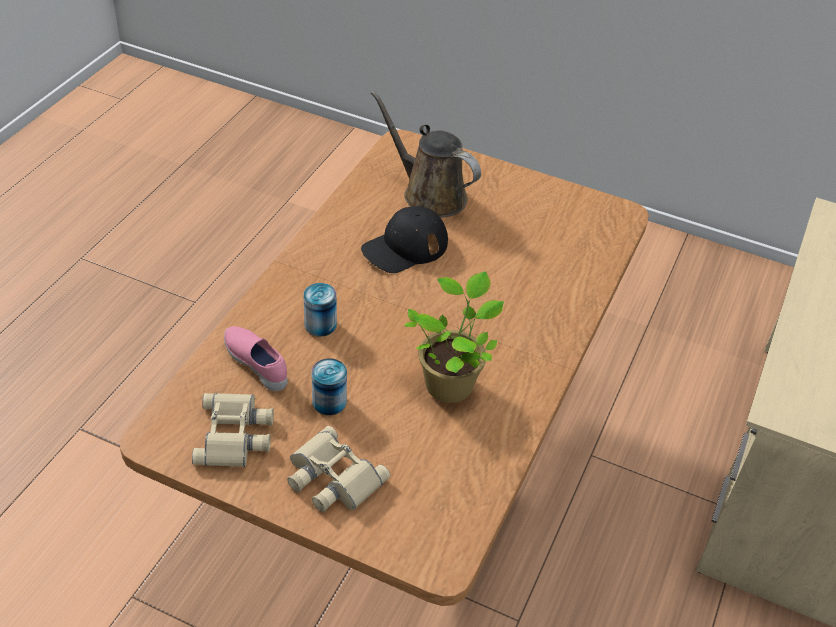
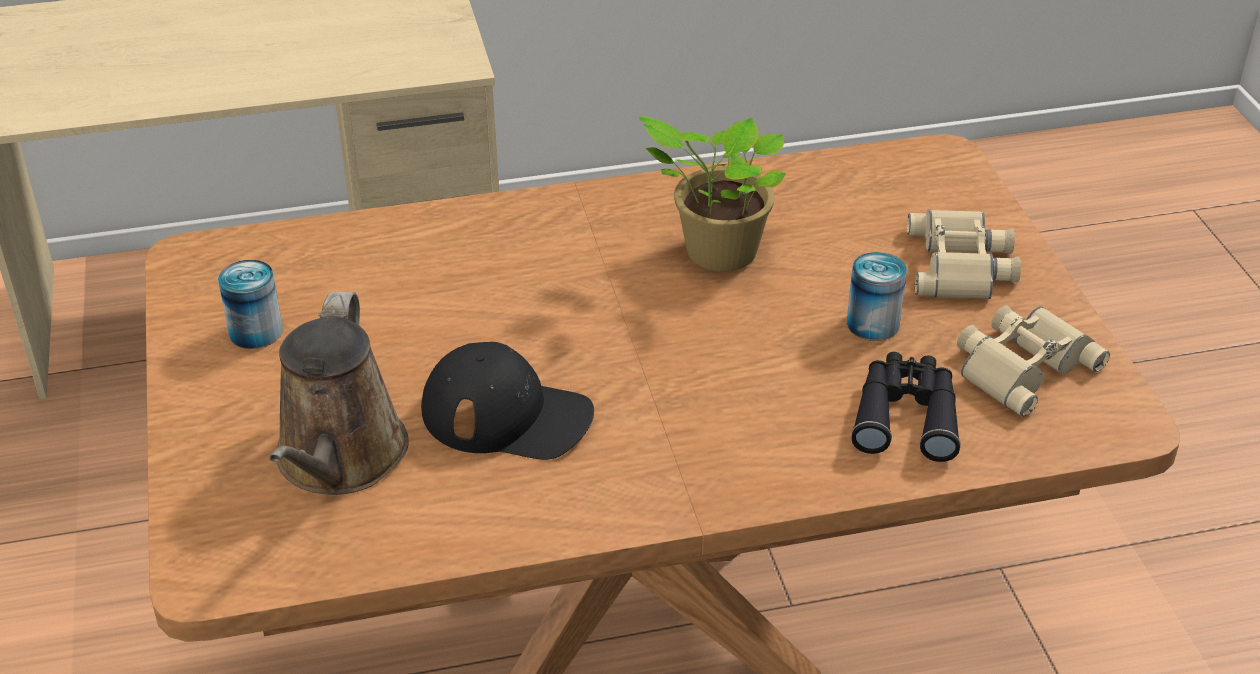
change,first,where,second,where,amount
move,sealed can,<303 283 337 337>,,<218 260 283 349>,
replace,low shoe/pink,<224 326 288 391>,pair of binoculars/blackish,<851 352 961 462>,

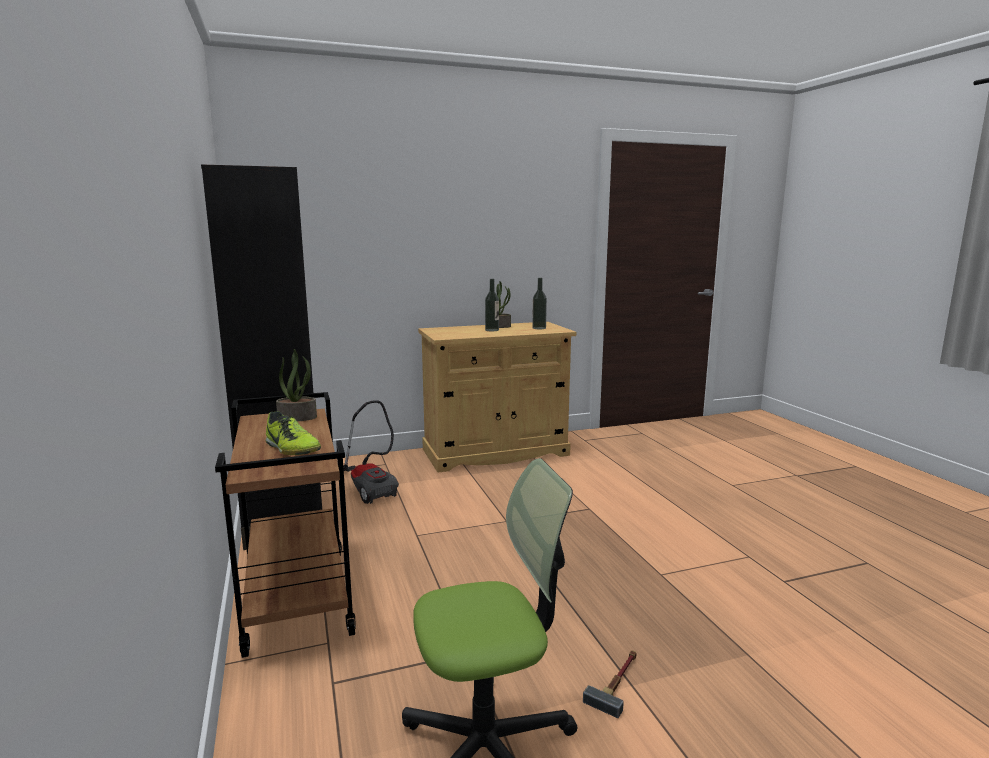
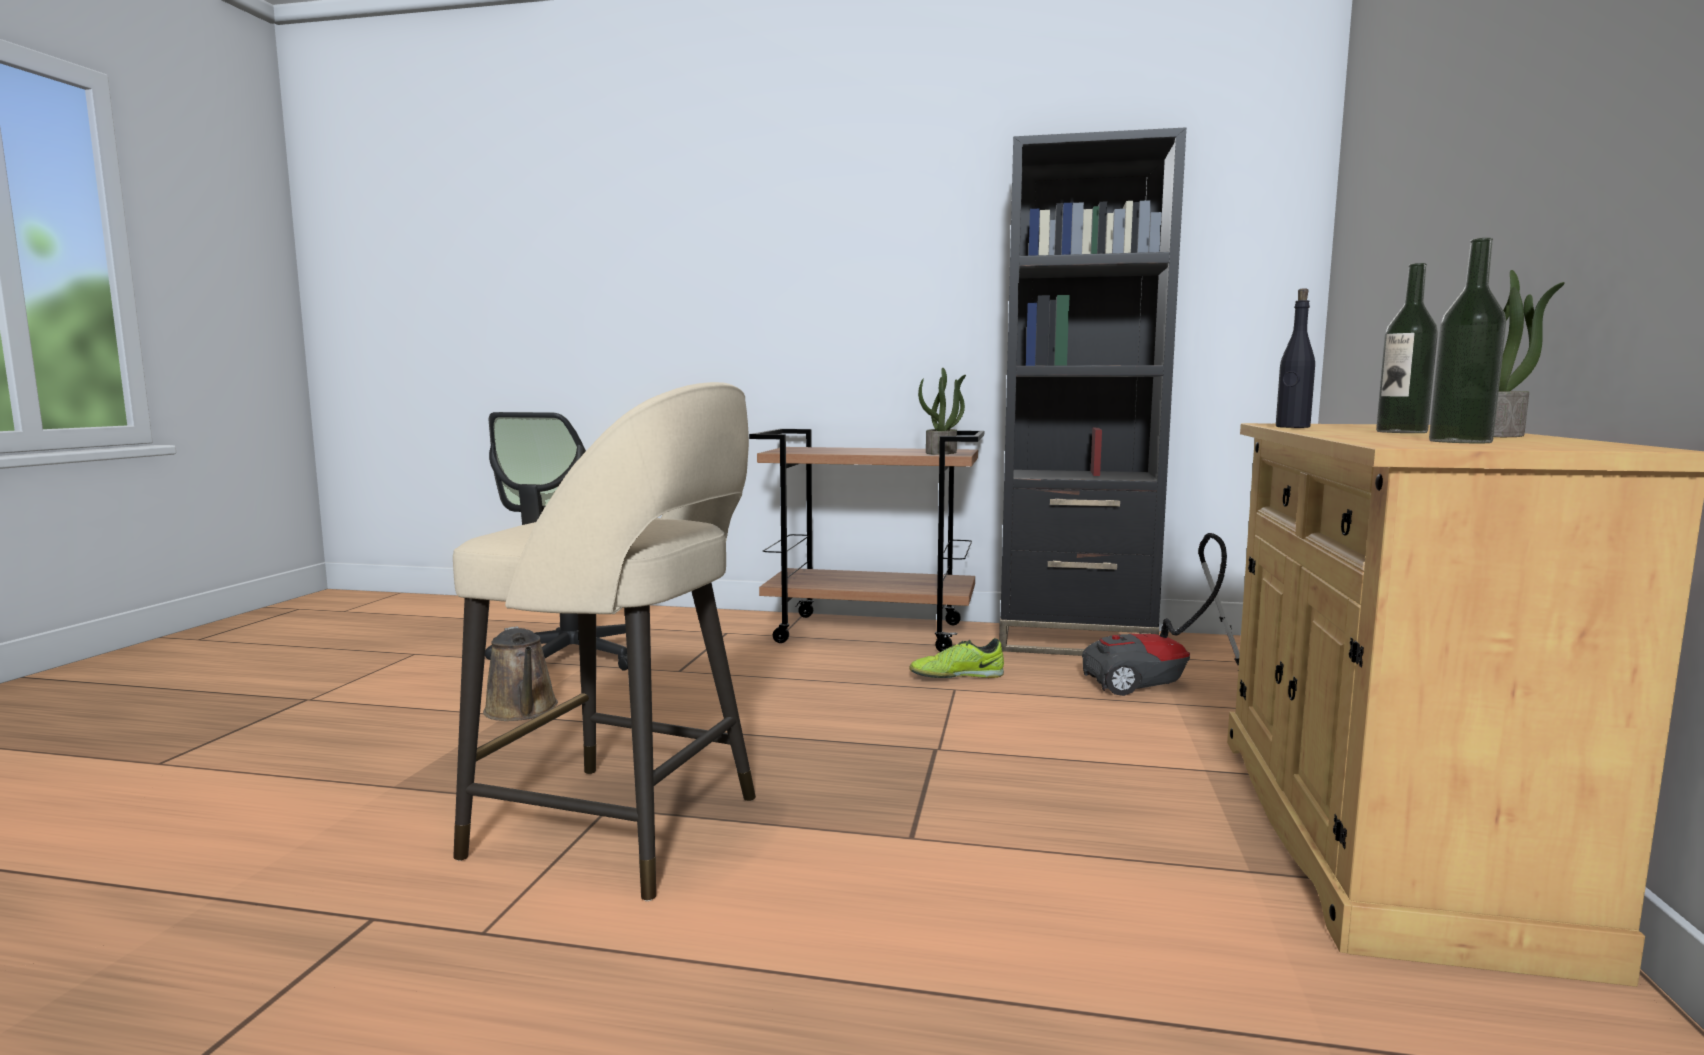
change,first,where,second,where,amount
insert,,,stool/beige-coloured,<453 382 756 902>,
insert,,,beverage bottle/blackish,<1276 288 1315 428>,
move,low shoe,<266 411 321 455>,,<909 638 1004 678>,
replace,hammer,<583 650 637 718>,watering can/brownish,<483 626 558 721>,

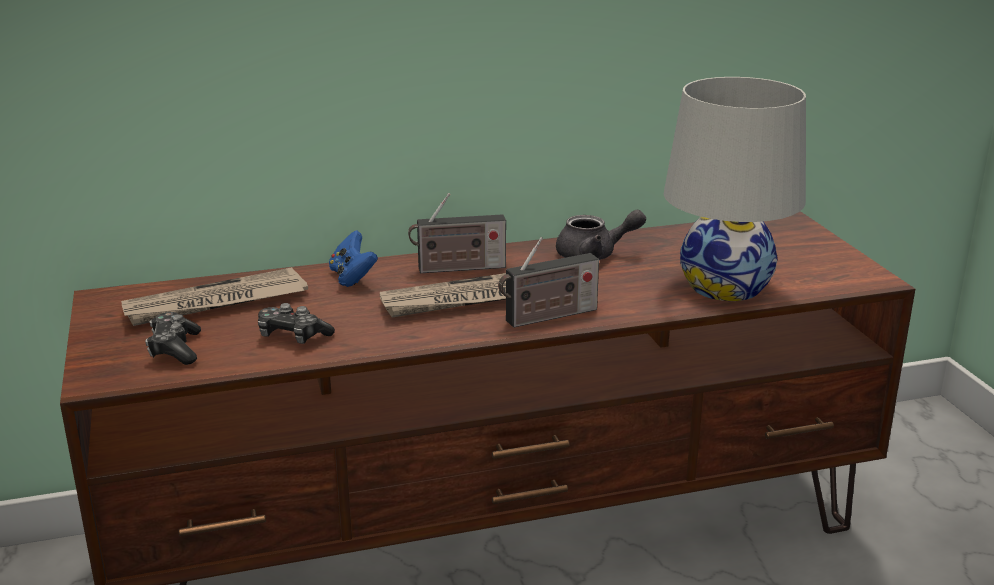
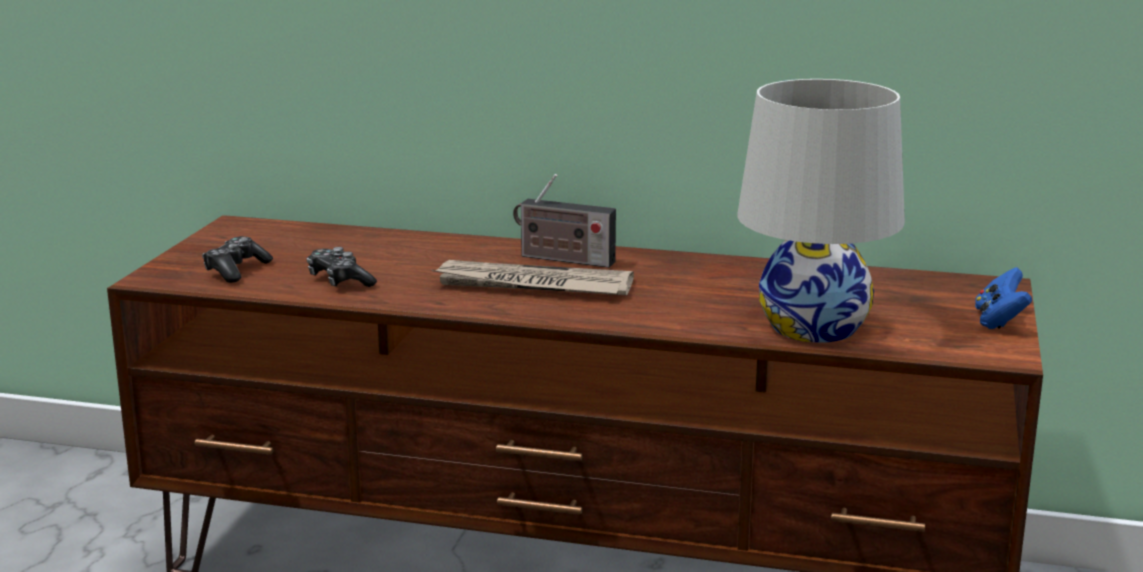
change,first,where,second,where,amount
delete,printed paper,<121 267 308 326>,,,
delete,radio set,<498 237 599 328>,,,
delete,tea pot/gray,<556 210 646 260>,,,
move,gamepad/bluish,<329 230 378 287>,,<975 268 1032 329>,

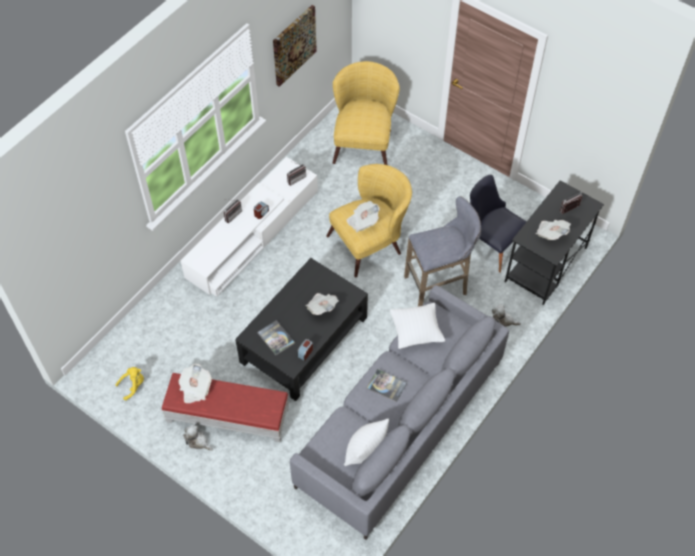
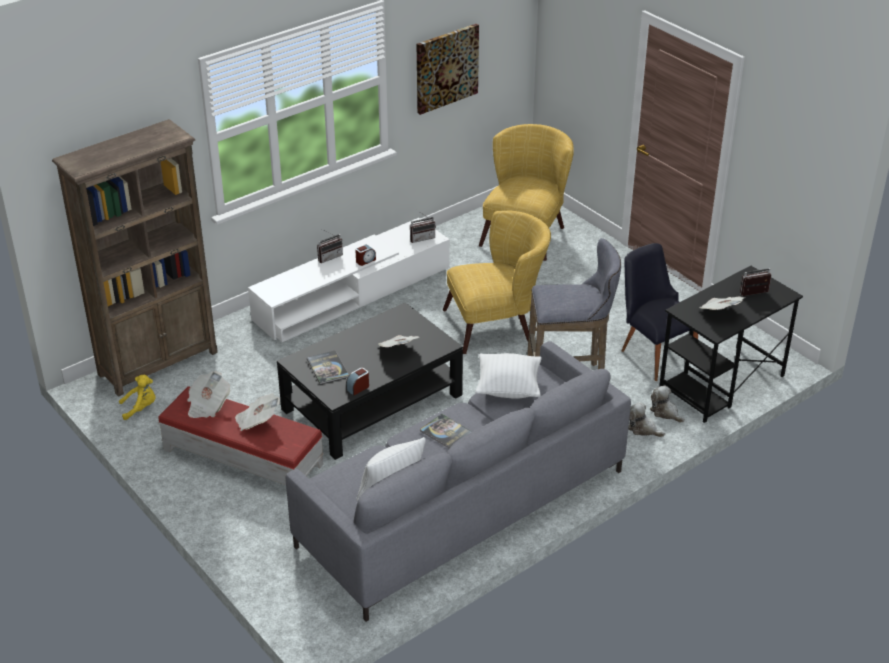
change,first,where,second,where,amount
insert,,,bookcase/brownish,<52 119 218 397>,
move,cuddly toy,<183 424 213 451>,,<650 385 685 423>,
move,printed paper,<346 201 380 232>,,<235 393 280 431>,

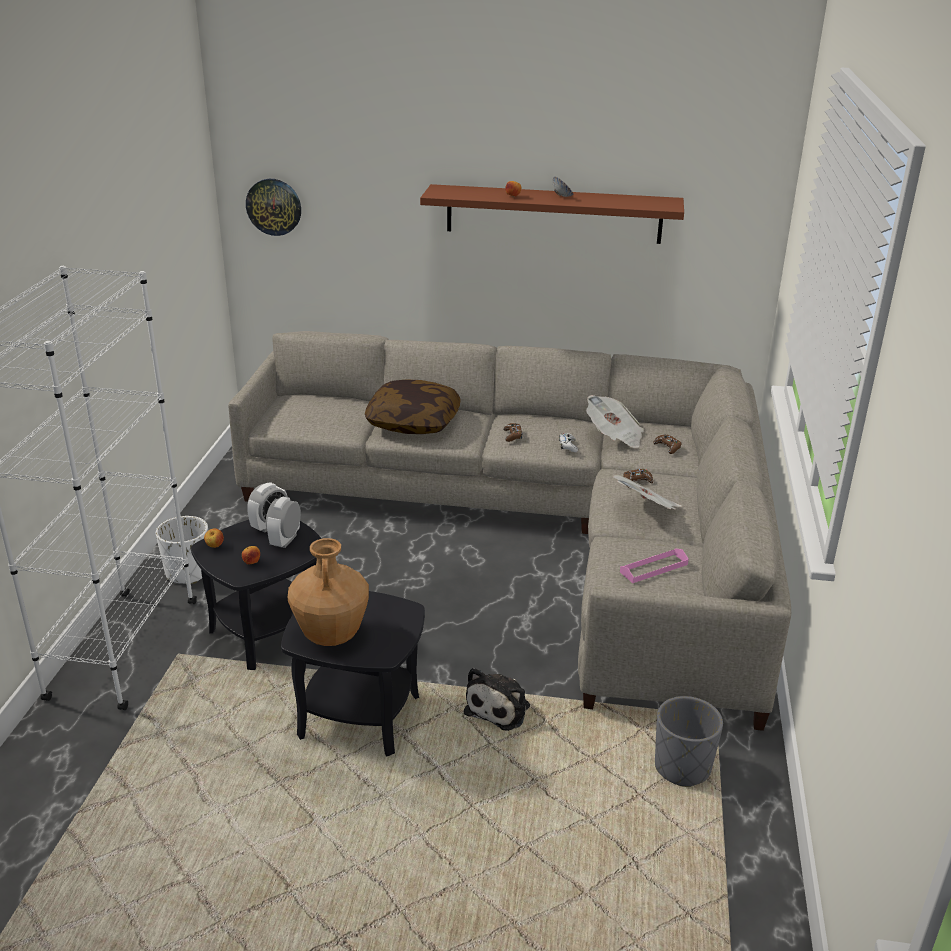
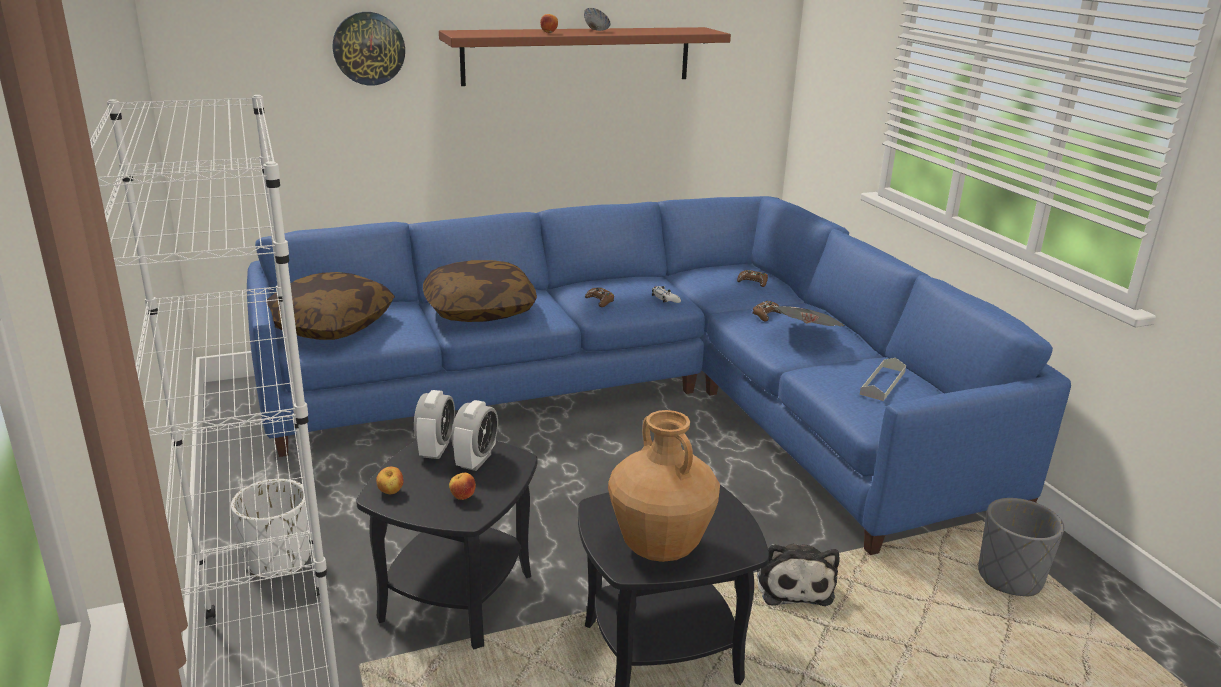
change,first,where,second,where,amount
delete,printed paper,<586 395 644 448>,,,
insert,,,pillow,<267 272 395 340>,
move,clock on the wall,<246 179 301 236>,,<333 12 405 86>,
recolor,settee/gray,<228 331 791 731>,settee/bluish,<247 196 1071 555>,
recolor,tray/pink,<620 548 689 583>,tray/gray,<860 358 906 401>,
rotate,table clock,<266 497 301 548>,,<451 400 498 471>,150 degrees counterclockwise

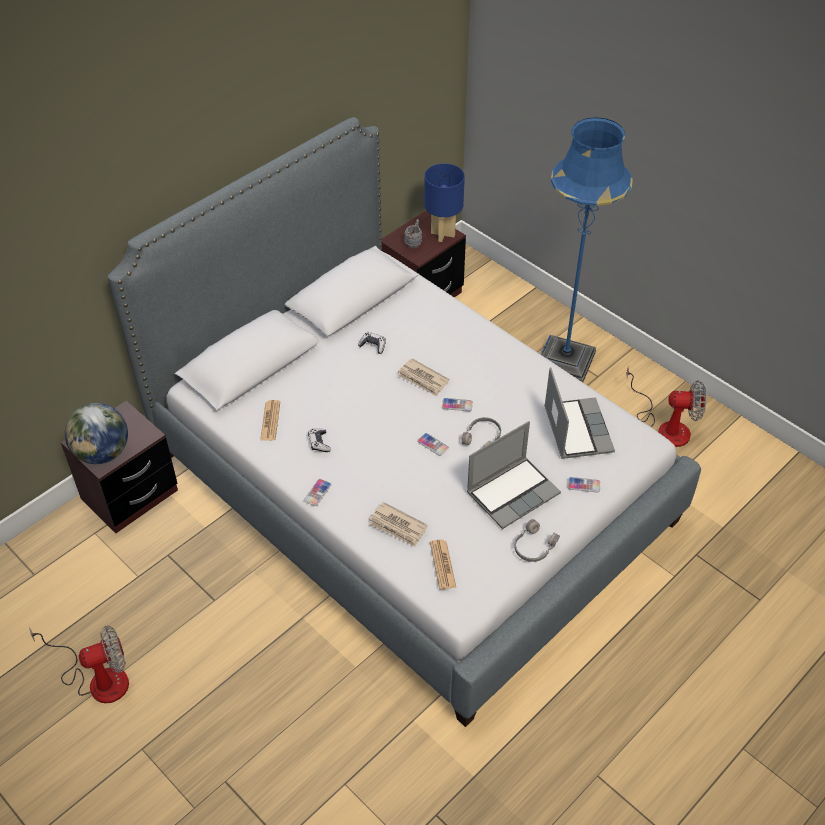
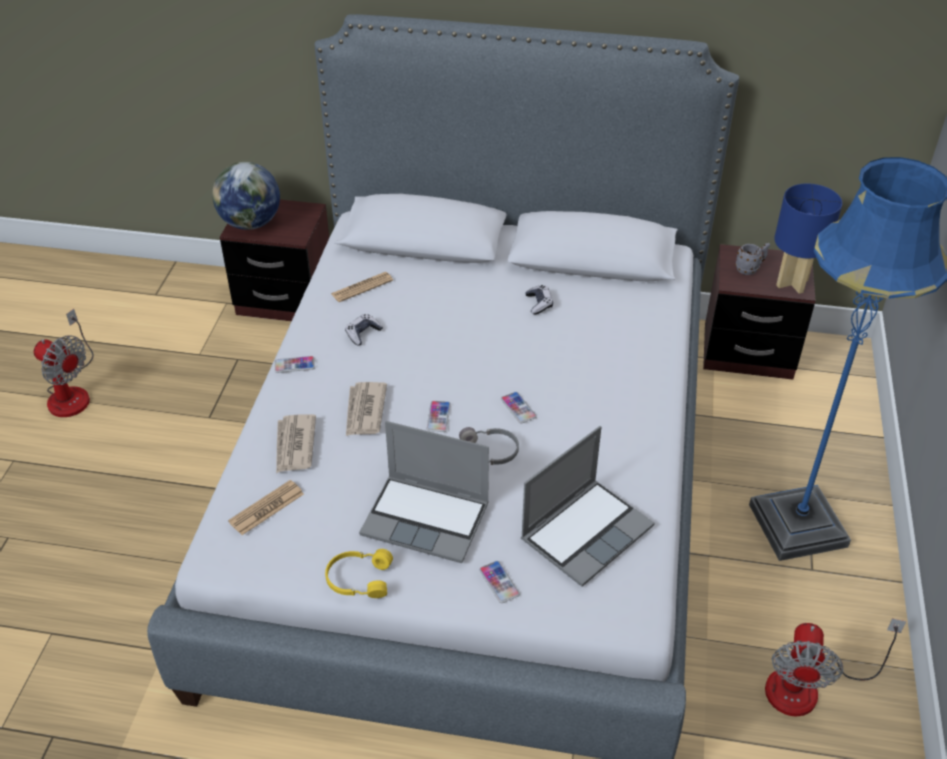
change,first,where,second,where,amount
move,printed paper,<397 358 449 397>,,<346 382 387 436>,
recolor,headset/gray,<514 519 560 562>,headset/yellow-coloured,<325 549 393 598>,
rotate,electric fan,<626 366 706 447>,,<765 618 906 717>,45 degrees clockwise

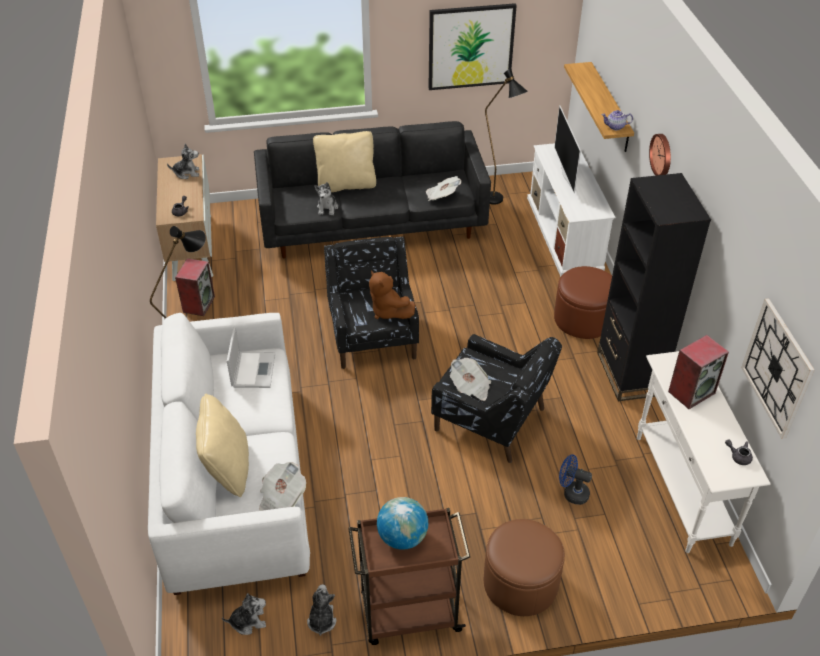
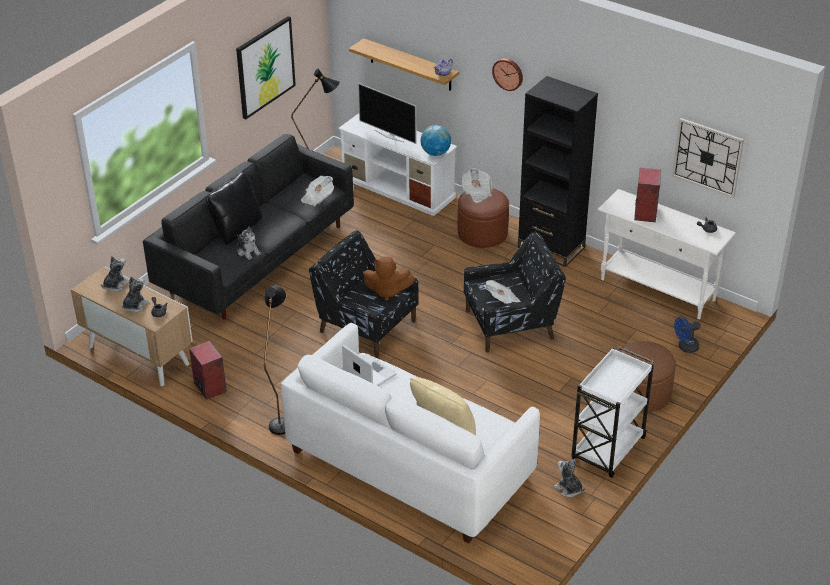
change,first,where,second,where,amount
move,cuddly toy,<222 593 266 635>,,<122 276 149 313>,
move,printed paper,<259 462 306 511>,,<461 168 492 203>,
move,world globe,<377 497 428 550>,,<421 125 451 156>,
move,electric fan/bluish,<559 454 592 505>,,<674 316 701 353>,
recolor,pillow/beige-coloured,<313 131 376 192>,pillow/blackish,<206 171 262 245>,
recolor,trolley/brownish,<348 508 470 645>,trolley/white,<571 347 654 478>,

